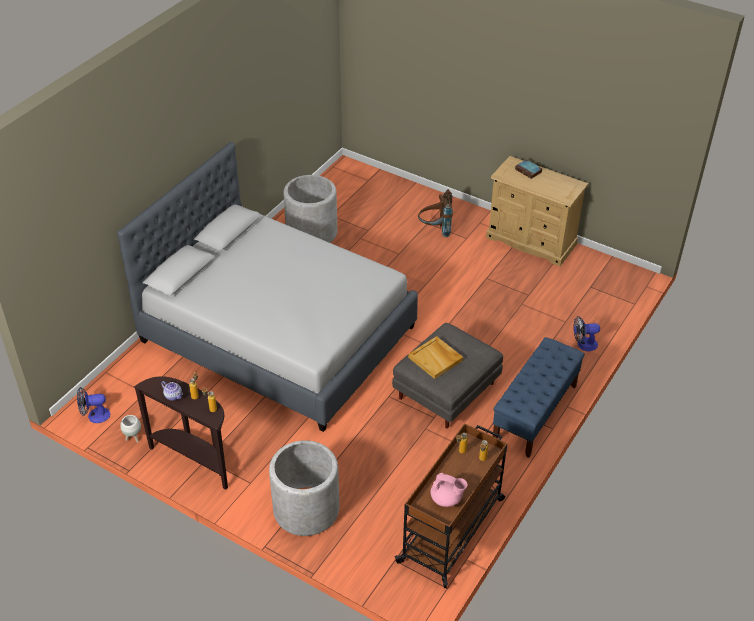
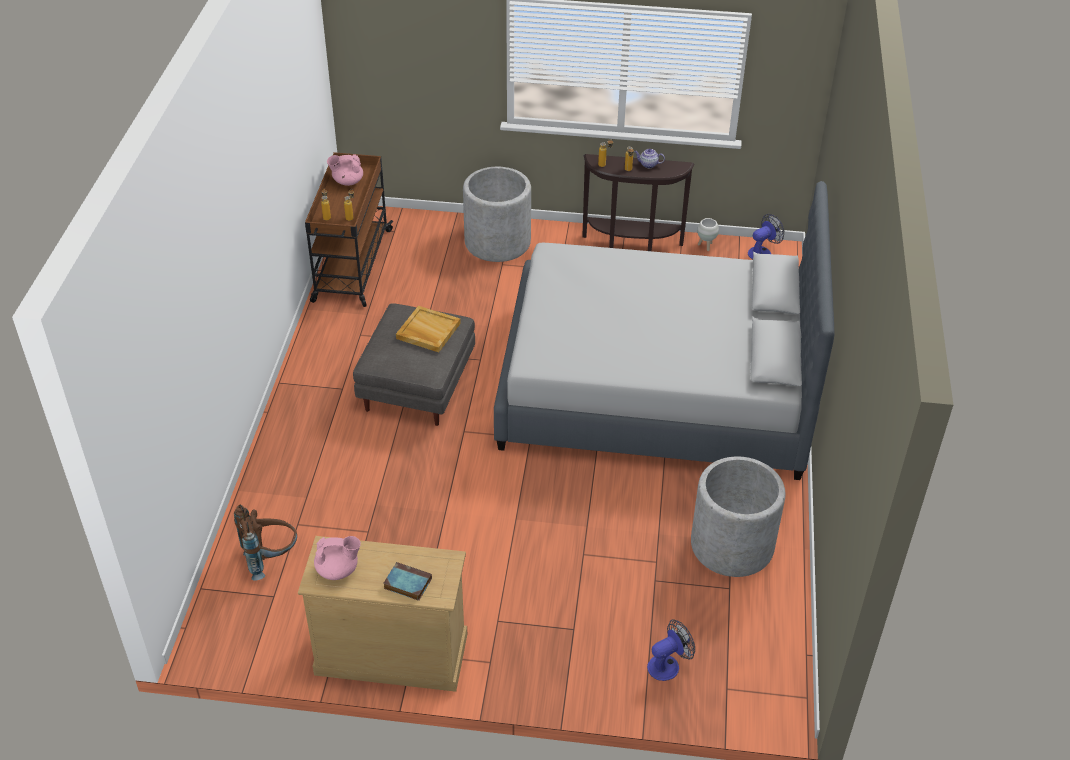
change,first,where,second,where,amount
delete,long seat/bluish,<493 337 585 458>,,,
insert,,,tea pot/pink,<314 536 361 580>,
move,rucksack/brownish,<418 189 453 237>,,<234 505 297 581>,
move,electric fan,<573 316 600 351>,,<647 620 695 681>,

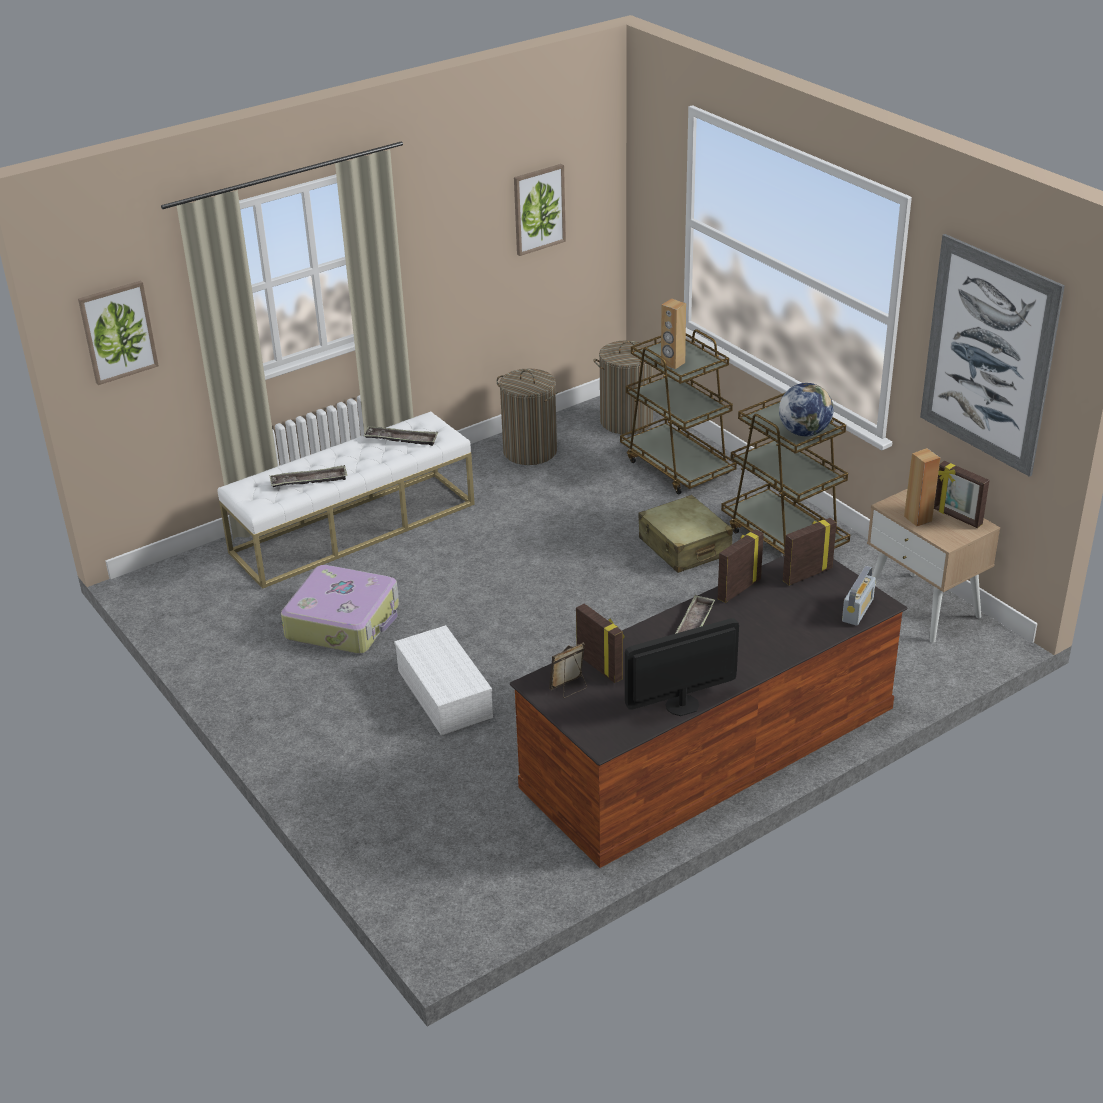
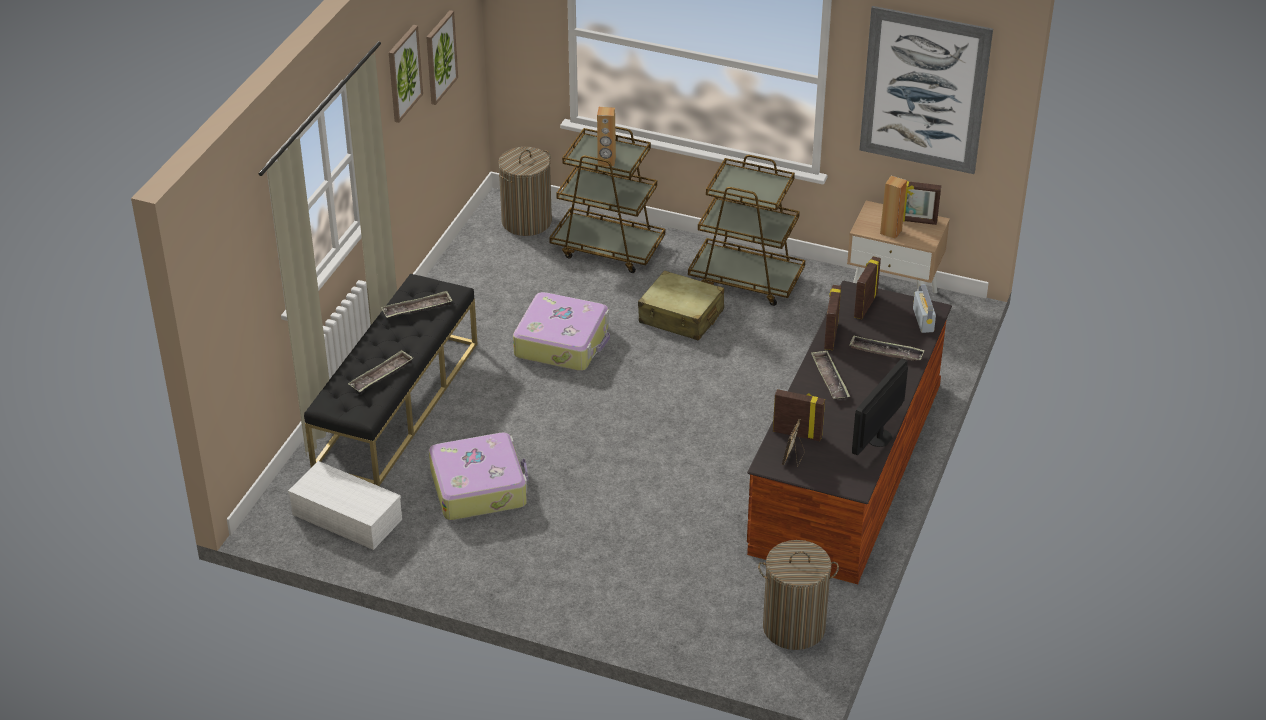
change,first,where,second,where,amount
delete,world globe,<779 383 834 436>,,,
insert,,,suitcase,<513 292 610 371>,
insert,,,tray,<849 335 925 361>,
move,wall art,<78 281 159 385>,,<389 25 423 123>,
move,storage container/white,<394 625 493 735>,,<288 461 402 550>,
move,hamper,<497 368 558 465>,,<758 540 839 650>,
recolor,long seat/white,<218 412 475 589>,long seat/blackish,<304 273 477 486>,

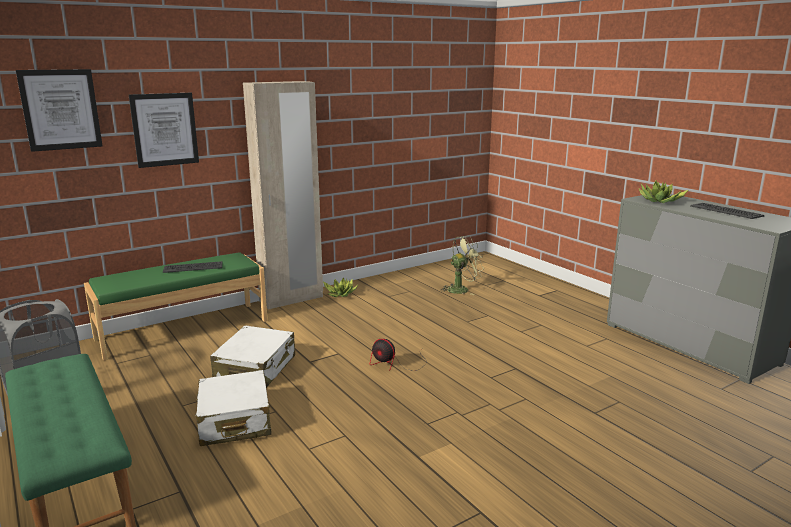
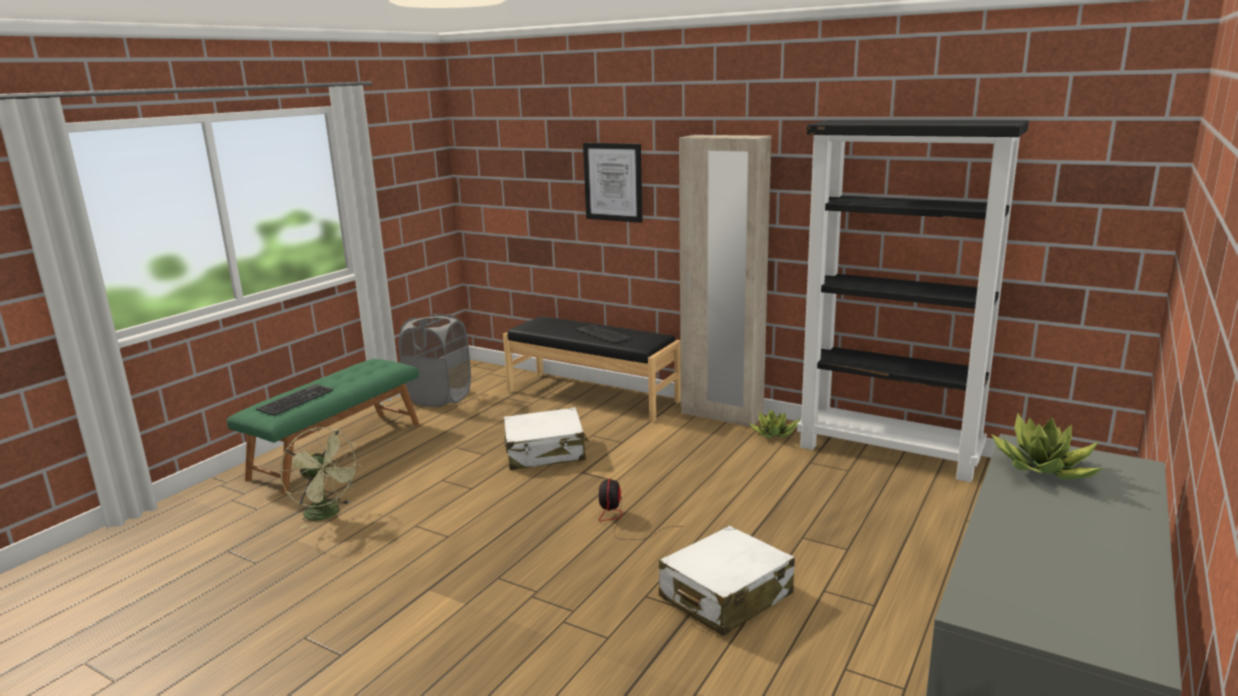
change,first,where,second,where,amount
delete,wall art,<16 69 103 152>,,,
insert,,,bookcase/blackish,<797 120 1029 482>,
move,suitcase/white,<195 370 271 446>,,<659 526 795 636>,
move,electric fan/green,<440 235 484 295>,,<280 427 362 529>,
move,computer keyboard,<690 203 764 219>,,<256 384 333 416>,
recolor,long seat/green,<84 252 268 361>,long seat/blackish,<503 316 681 422>,

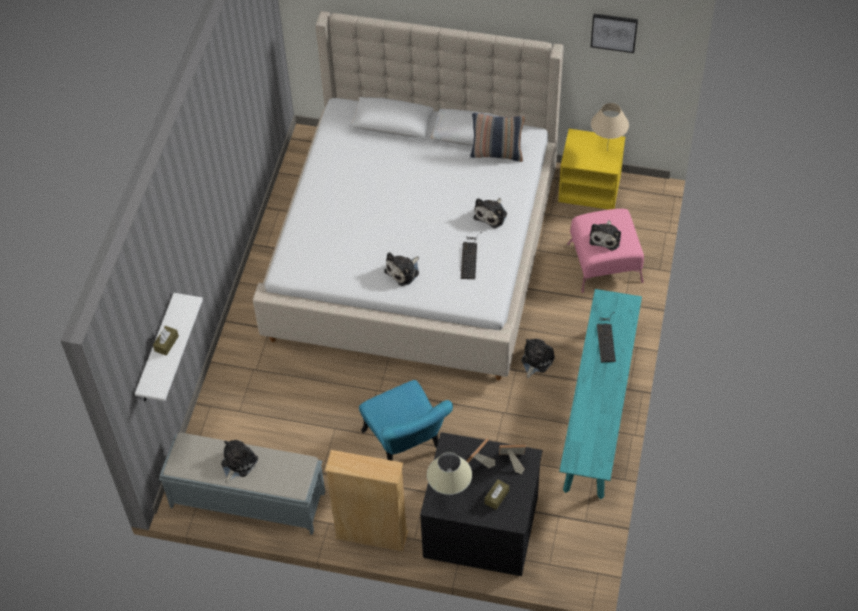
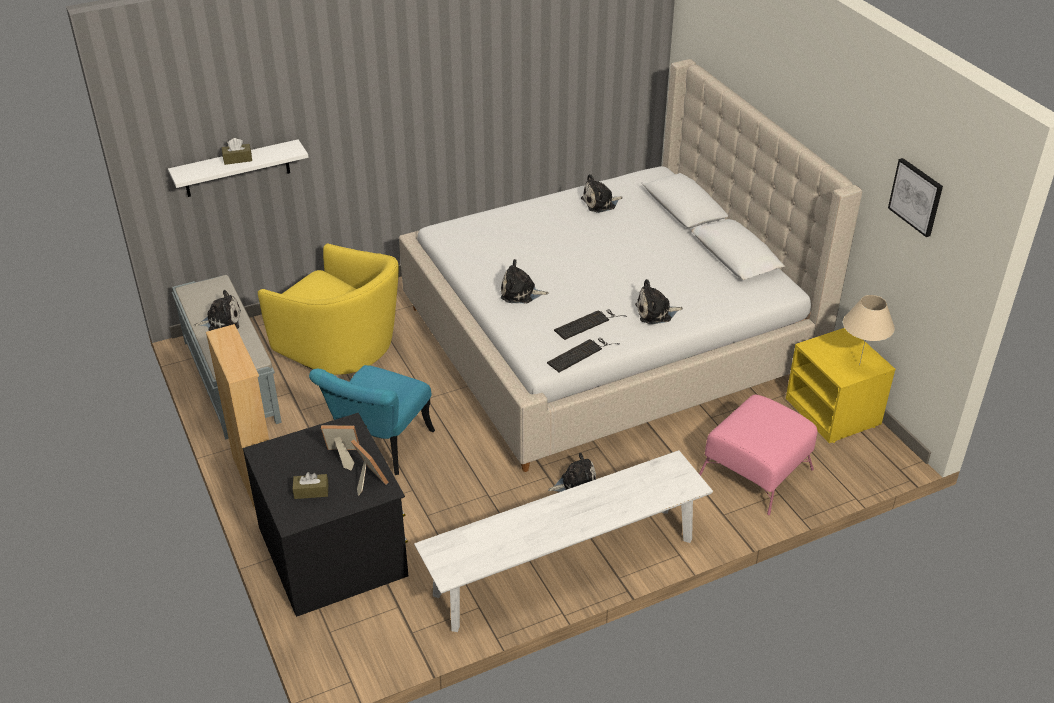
change,first,where,second,where,amount
delete,table lamp/beige-coloured,<427 452 472 495>,,,
delete,pillow,<470 113 525 162>,,,
insert,,,easy chair/yellow-coloured,<258 243 399 375>,
move,cuddly toy,<589 220 621 250>,,<581 174 623 213>,
move,computer keyboard,<597 312 616 362>,,<547 338 620 372>,
recolor,long seat/blue-green,<559 289 642 499>,long seat/white,<414 450 713 632>,

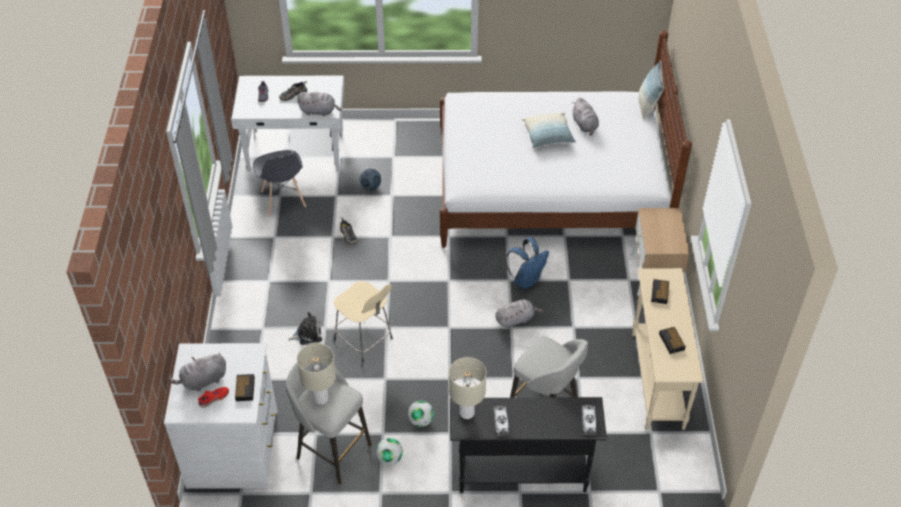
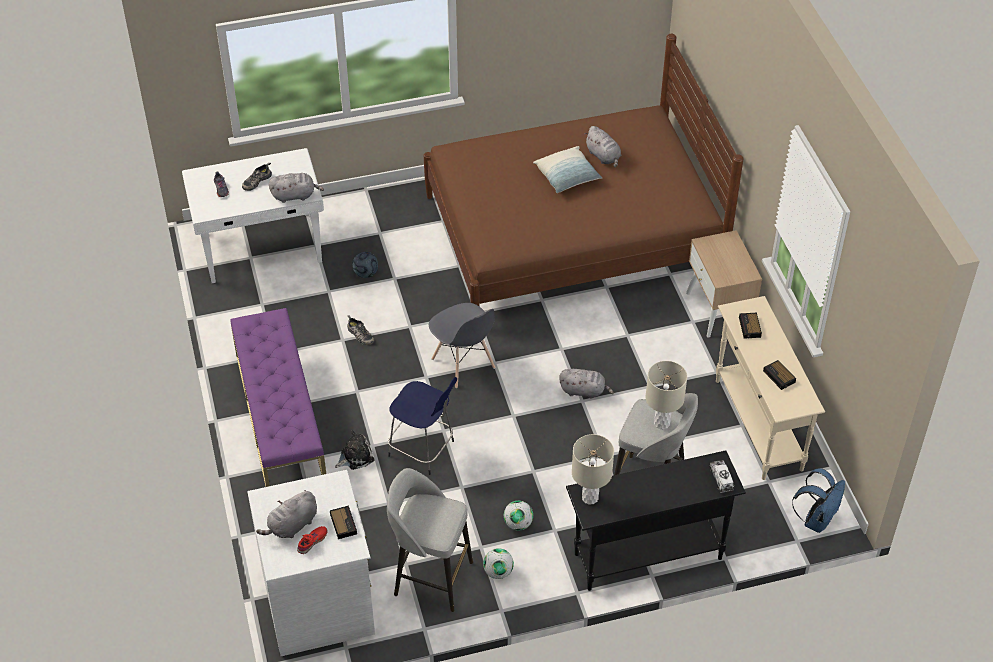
change,first,where,second,where,amount
delete,toy truck,<493 406 509 436>,,,
delete,pillow,<638 60 664 119>,,,
insert,,,long seat/purple,<230 308 326 487>,
move,upright chair/gray,<253 150 306 216>,,<429 303 495 388>,
move,table lamp/beige-coloured,<297 343 336 404>,,<646 361 687 430>,
move,rucksack/bluish,<506 238 549 289>,,<792 468 845 533>,
recolor,stool/beige-coloured,<334 281 393 363>,stool/bluish,<388 377 457 475>,
recolor,bed/white,<440 30 692 248>,bed/brownish,<424 33 744 306>,
rotate,cuddly toy/gray,<495 299 543 328>,,<559 369 614 399>,45 degrees clockwise

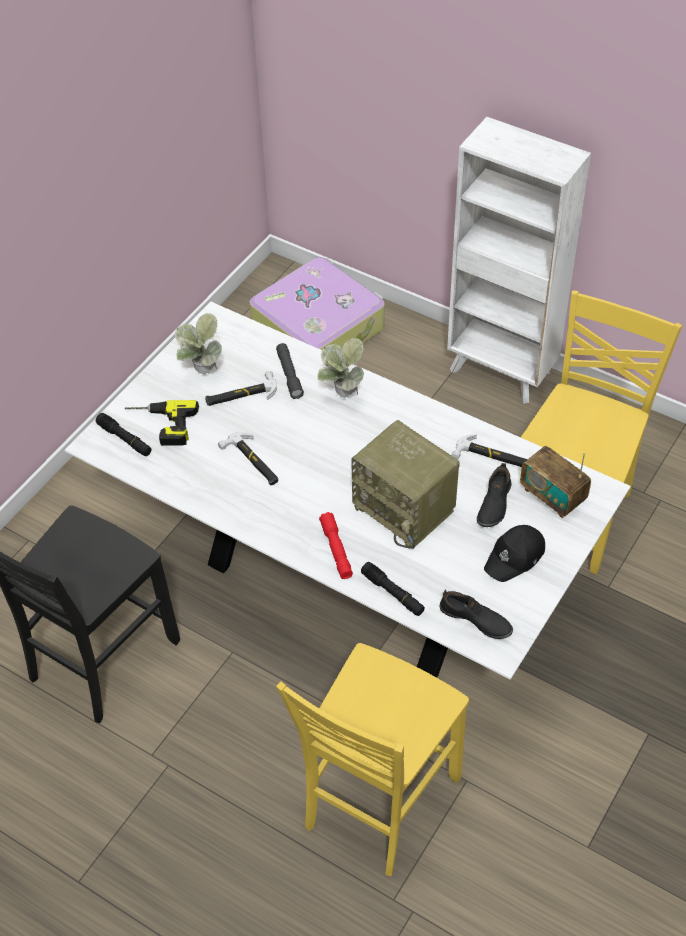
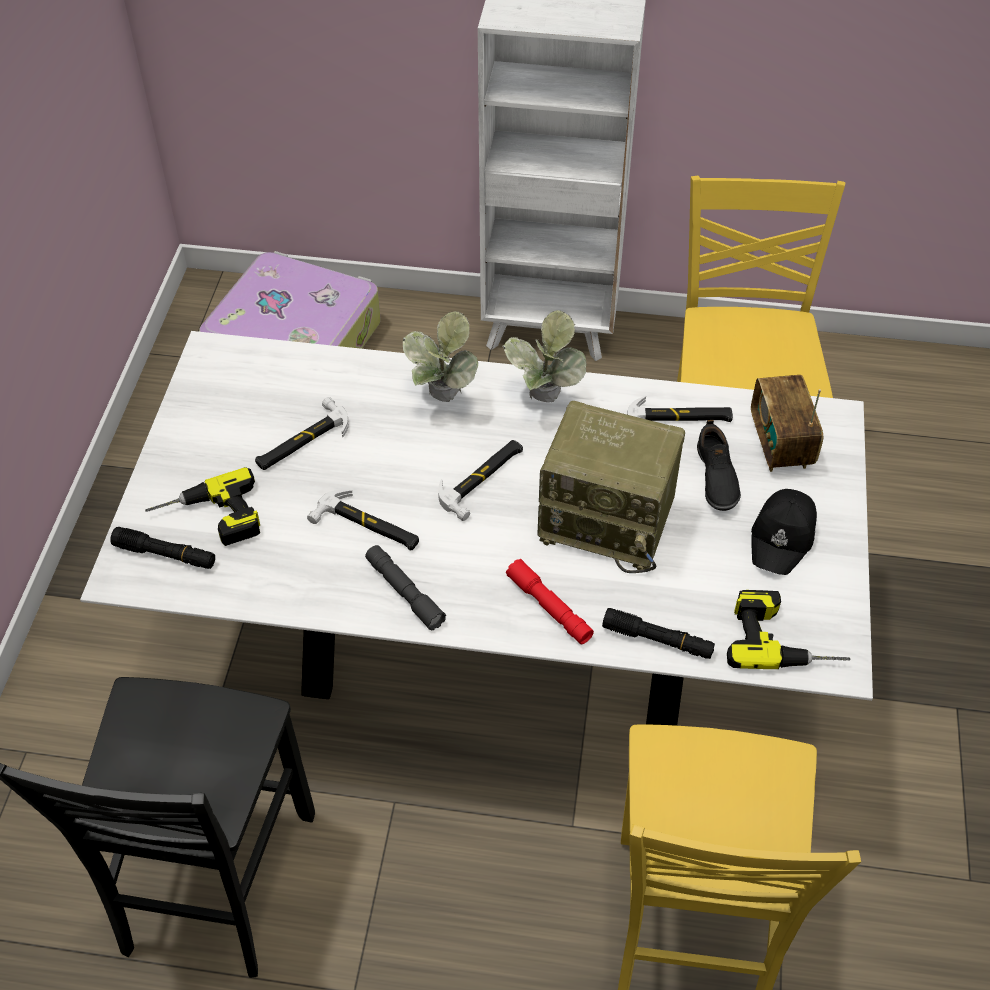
change,first,where,second,where,amount
insert,,,hammer,<438 440 523 521>,
move,plant in a pot,<175 313 222 374>,,<503 310 586 402>,
move,torch/gray,<276 343 304 399>,,<365 545 446 631>,
replace,low shoe/blackish,<440 590 513 639>,electric drill,<727 590 850 669>,
rotate,radio set,<520 446 591 518>,,<751 375 823 472>,60 degrees clockwise

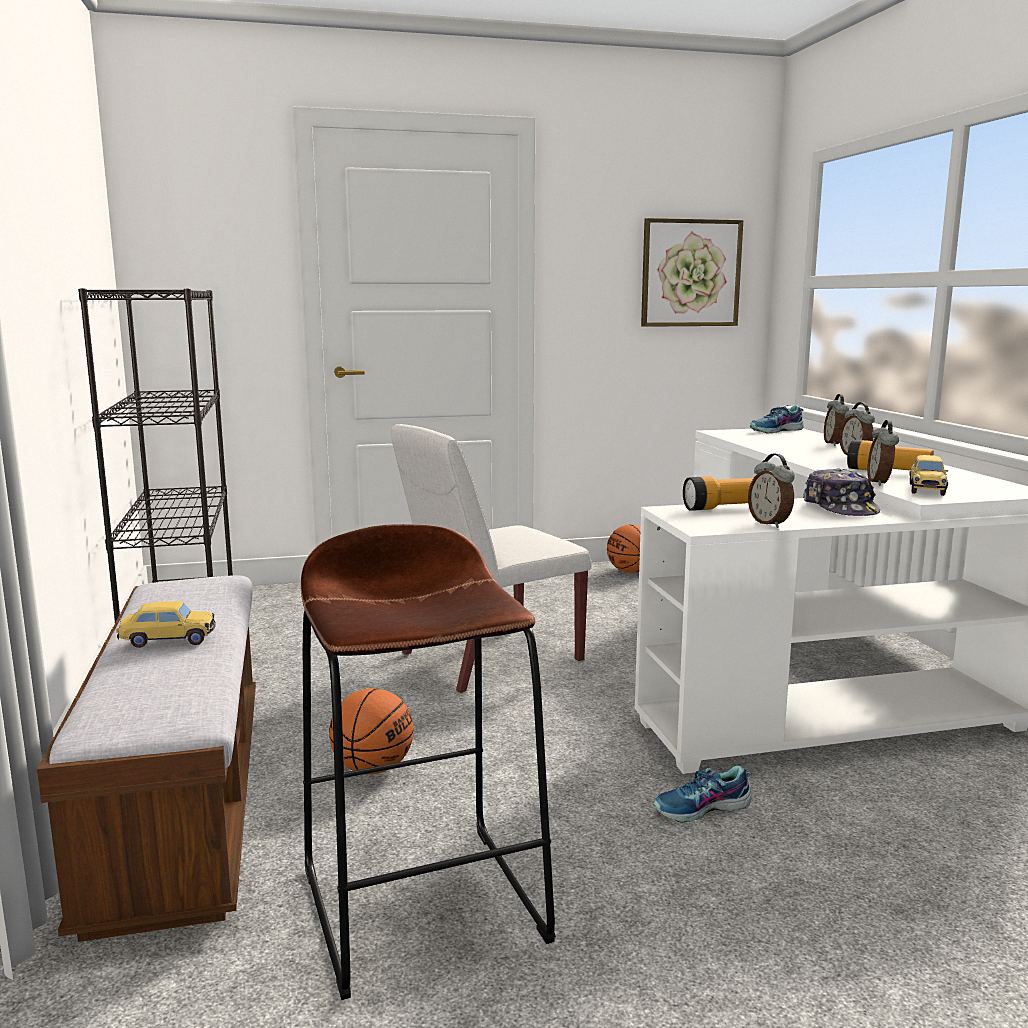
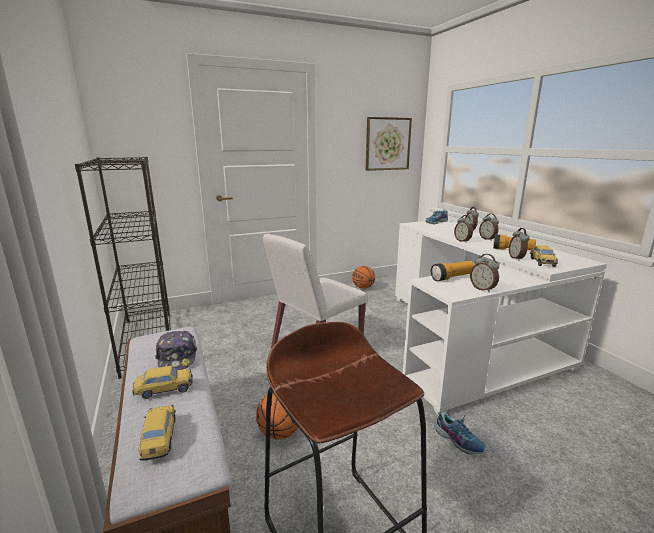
change,first,where,second,where,amount
insert,,,model car,<139 405 175 461>,
insert,,,table clock,<454 215 473 242>,
move,cap,<803 468 880 516>,,<155 331 197 370>,
rotate,low shoe,<654 765 752 822>,,<434 412 487 455>,105 degrees counterclockwise

